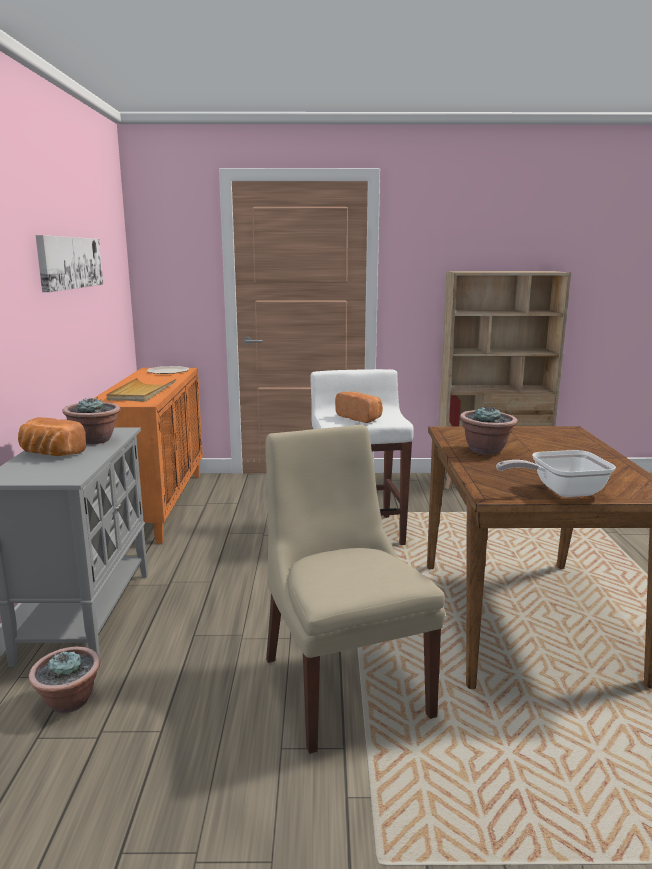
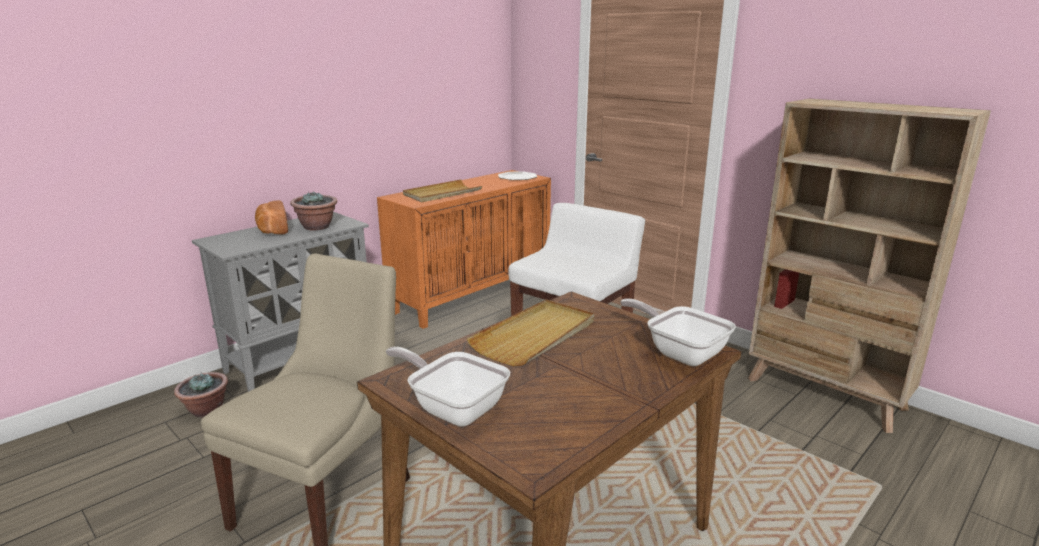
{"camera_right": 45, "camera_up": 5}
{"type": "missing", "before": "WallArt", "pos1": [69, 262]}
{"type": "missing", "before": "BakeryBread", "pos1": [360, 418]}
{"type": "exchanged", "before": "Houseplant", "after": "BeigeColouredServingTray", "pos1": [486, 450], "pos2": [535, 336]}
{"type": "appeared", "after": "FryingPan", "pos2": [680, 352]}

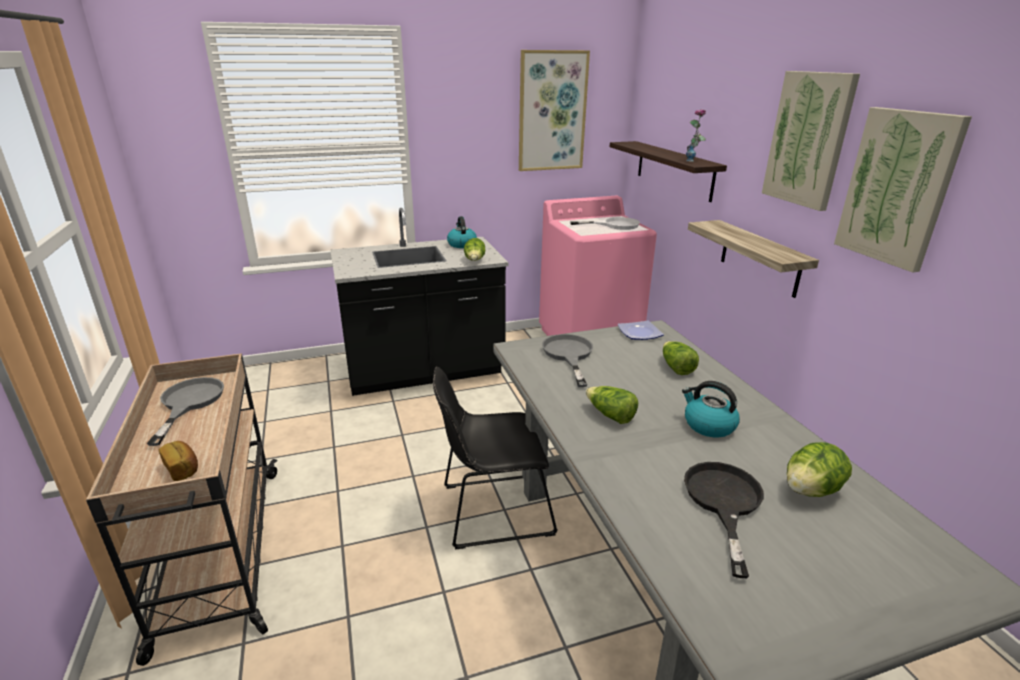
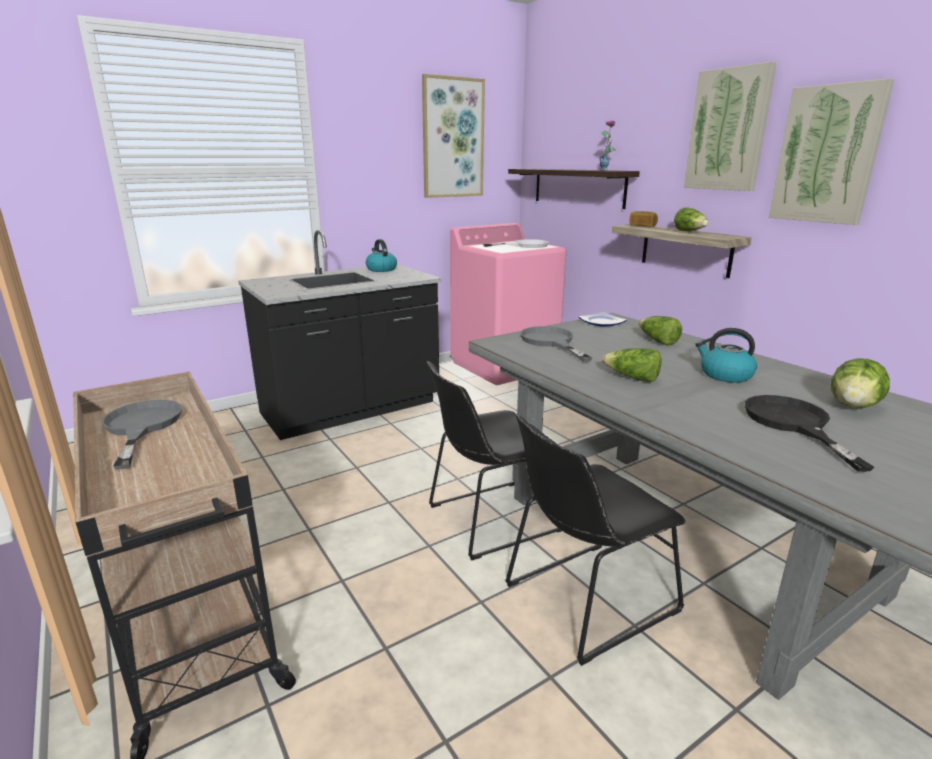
{"camera_right": -15, "camera_up": -5}
{"type": "relocated", "before": "HeadOfLettuce", "pos1": [475, 260], "pos2": [690, 232]}
{"type": "relocated", "before": "BakeryBread", "pos1": [183, 468], "pos2": [642, 226]}
{"type": "appeared", "after": "BlackishUprightChair", "pos2": [585, 600]}

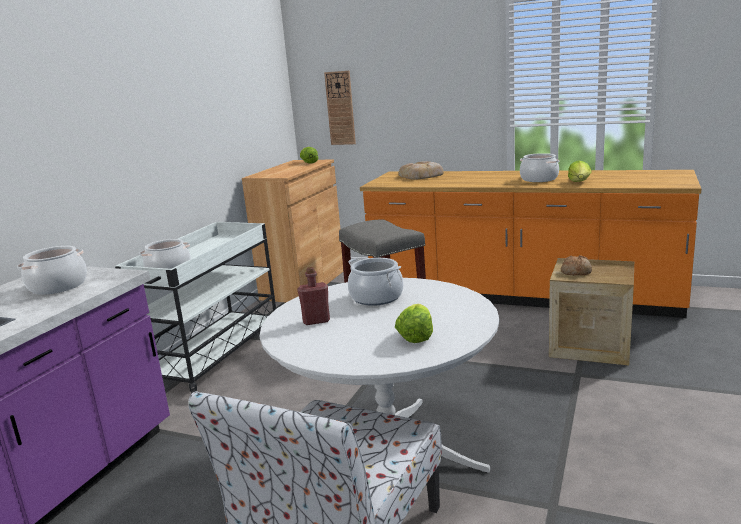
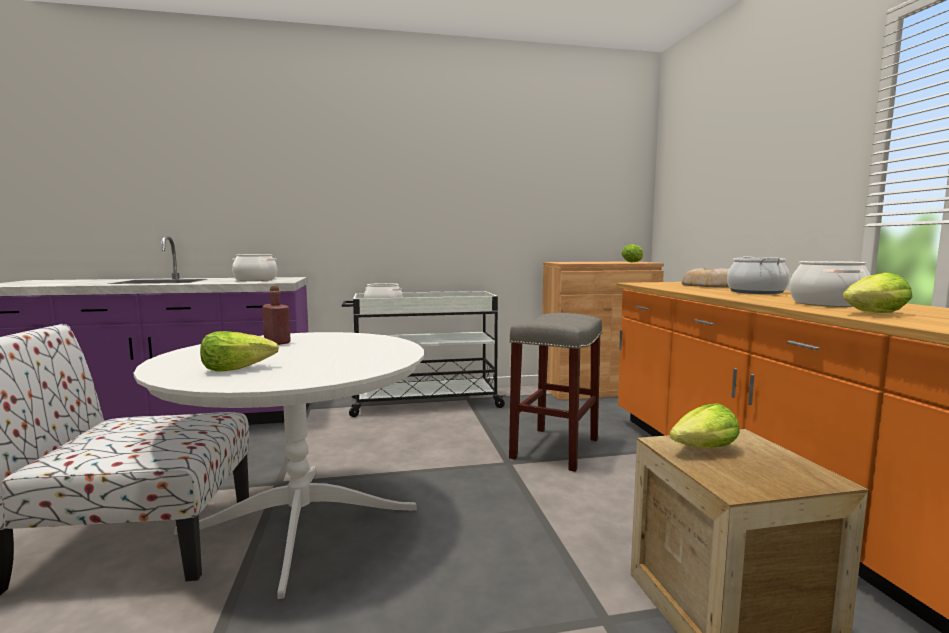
{"camera_right": 55, "camera_up": -10}
{"type": "missing", "before": "HangingClock", "pos1": [340, 108]}
{"type": "exchanged", "before": "BakeryBread", "after": "HeadOfLettuce", "pos1": [576, 272], "pos2": [704, 449]}
{"type": "relocated", "before": "Saucepot", "pos1": [376, 297], "pos2": [756, 292]}

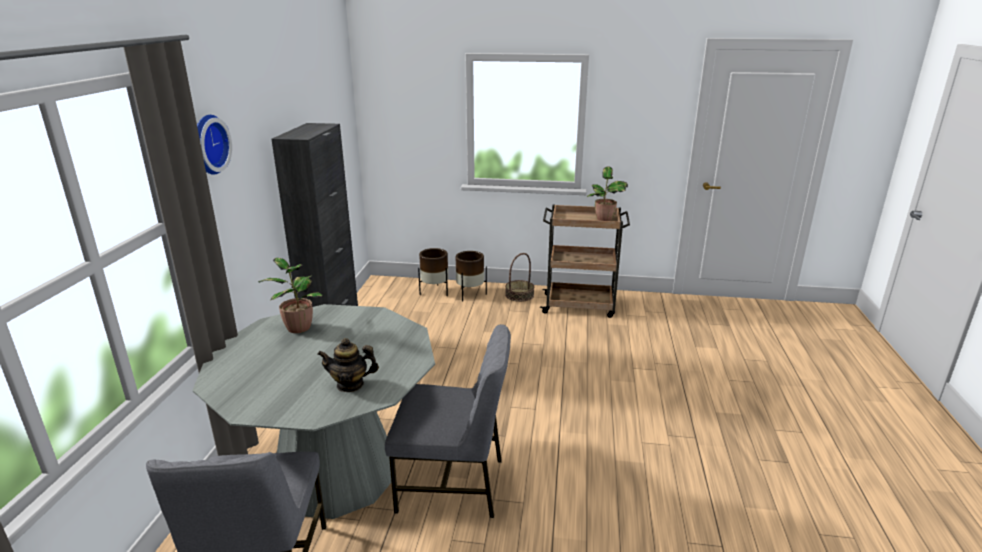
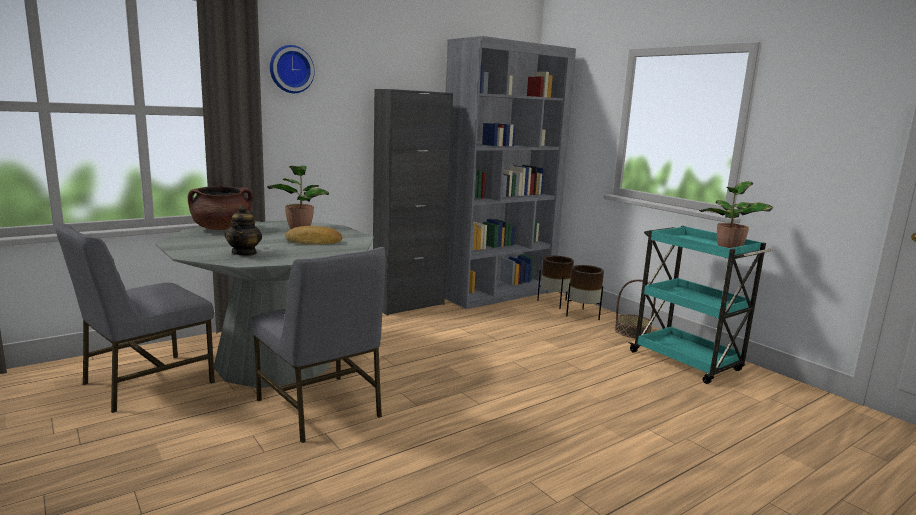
{"camera_right": 45, "camera_up": -10}
{"type": "colour", "before": "BrownColouredWheeledCart", "after": "BlueGreenWheeledCart", "pos1": [580, 305], "pos2": [687, 362]}
{"type": "spun", "before": "Teapot", "pos1": [350, 384], "pos2": [244, 253], "turn": -135}
{"type": "appeared", "after": "GrayShelvingUnit", "pos2": [497, 293]}
{"type": "appeared", "after": "BrownColouredSaucepot", "pos2": [222, 229]}
{"type": "appeared", "after": "BakeryBread", "pos2": [314, 242]}

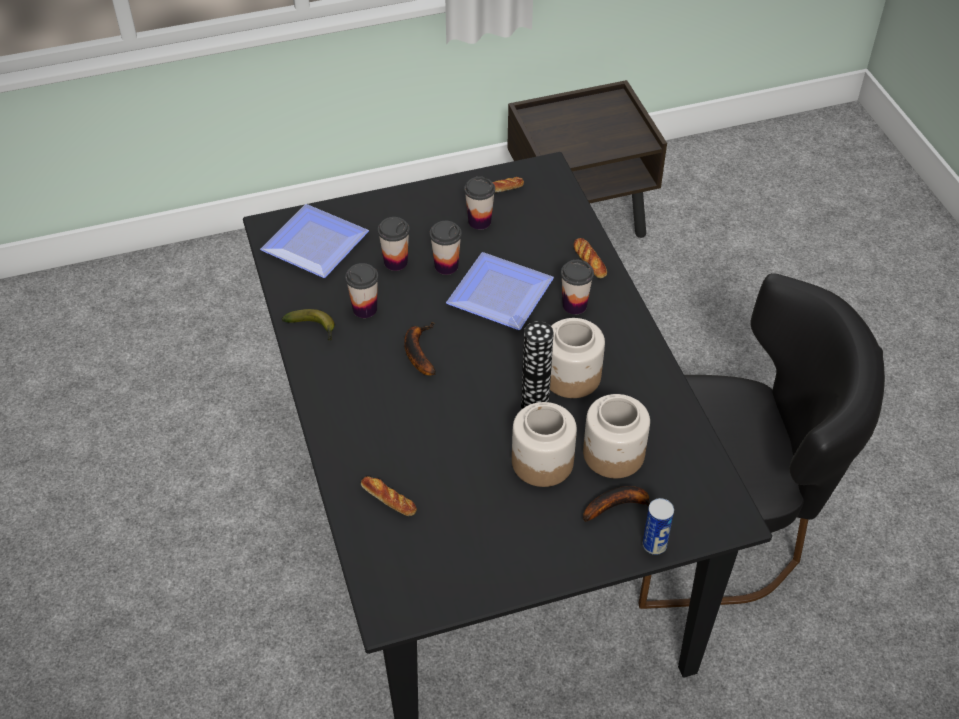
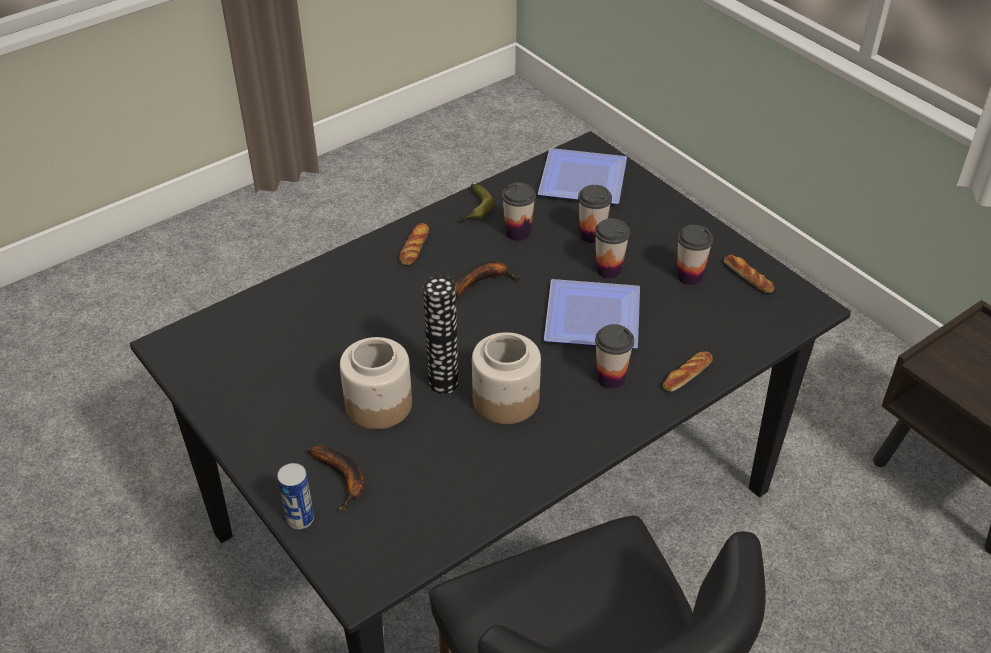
{"camera_right": 70, "camera_up": -5}
{"type": "missing", "before": "StorageJar", "pos1": [613, 454]}
{"type": "relocated", "before": "BakeryBread", "pos1": [388, 499], "pos2": [414, 247]}

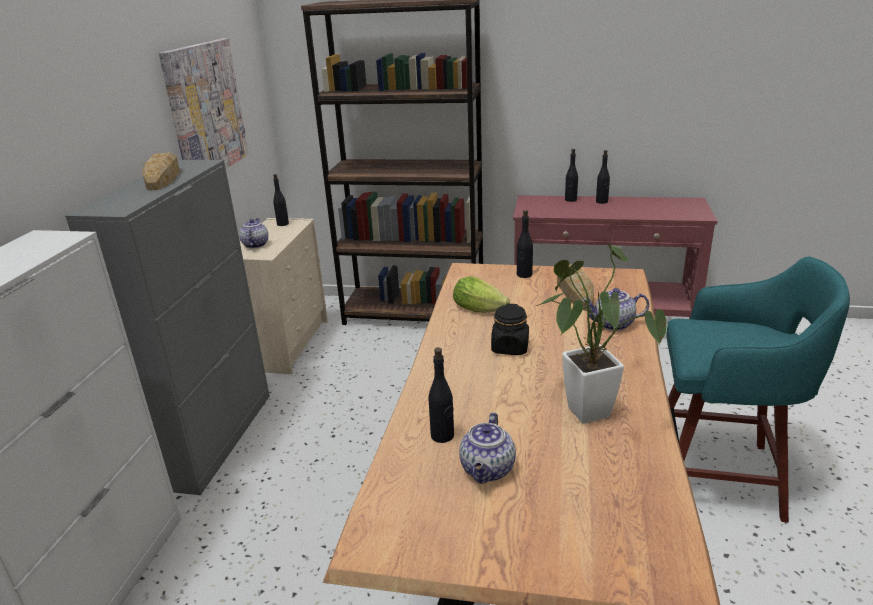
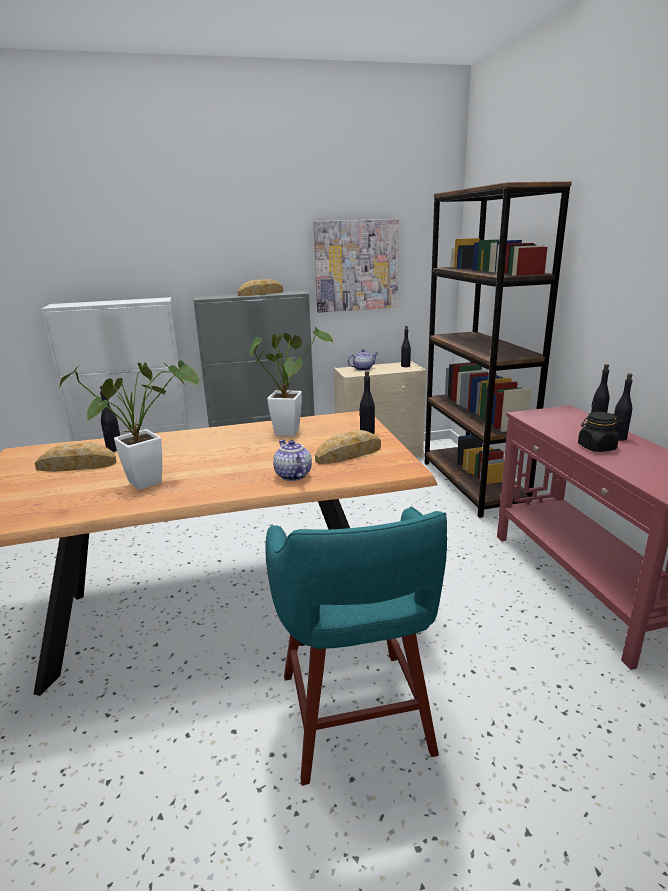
{"camera_right": 65, "camera_up": -5}
{"type": "exchanged", "before": "HeadOfLettuce", "after": "Houseplant", "pos1": [482, 310], "pos2": [289, 431]}
{"type": "relocated", "before": "BlackishStorageJar", "pos1": [510, 347], "pos2": [596, 447]}
{"type": "exchanged", "before": "Teapot", "after": "BakeryBread", "pos1": [488, 470], "pos2": [77, 465]}

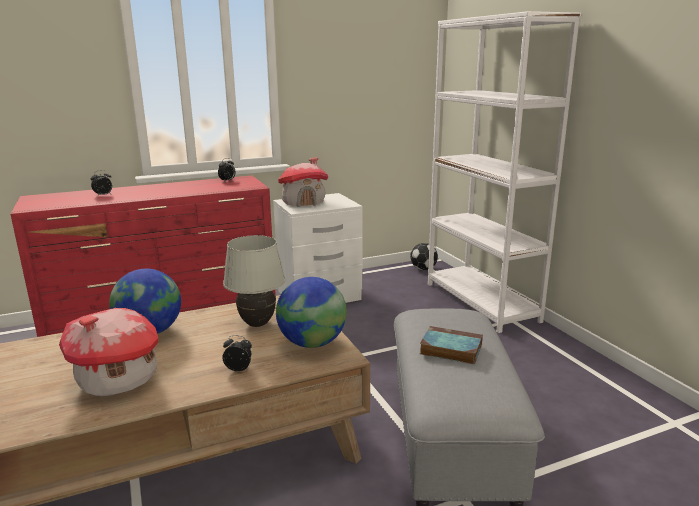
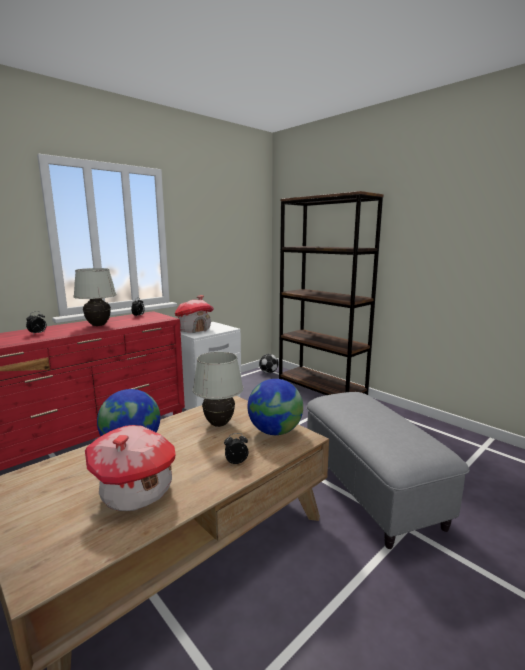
{"camera_right": -20, "camera_up": -5}
{"type": "colour", "before": "WhiteColouredShelvingUnit", "after": "BrownColouredShelvingUnit", "pos1": [481, 302], "pos2": [321, 389]}
{"type": "missing", "before": "Volume", "pos1": [449, 349]}
{"type": "appeared", "after": "WhiteColouredTabletopLamp", "pos2": [98, 325]}

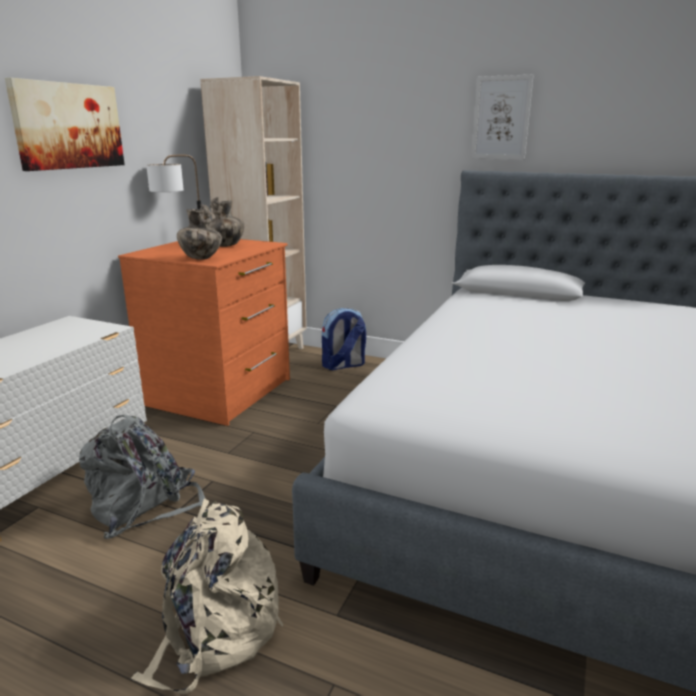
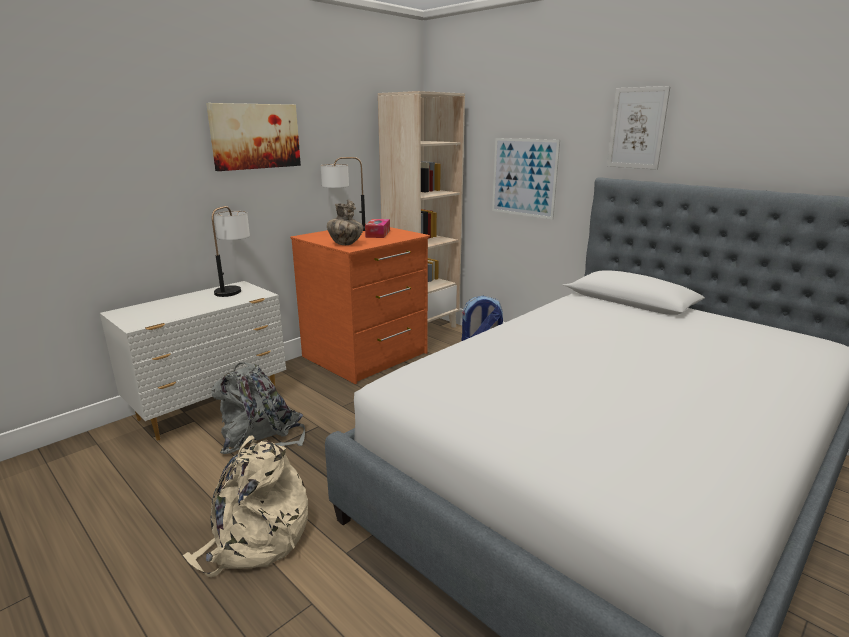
{"camera_right": 20, "camera_up": 0}
{"type": "exchanged", "before": "DecorativeVase", "after": "BoxOfTissues", "pos1": [226, 245], "pos2": [378, 234]}
{"type": "appeared", "after": "WallArt", "pos2": [524, 177]}
{"type": "appeared", "after": "TabletopLamp", "pos2": [235, 288]}

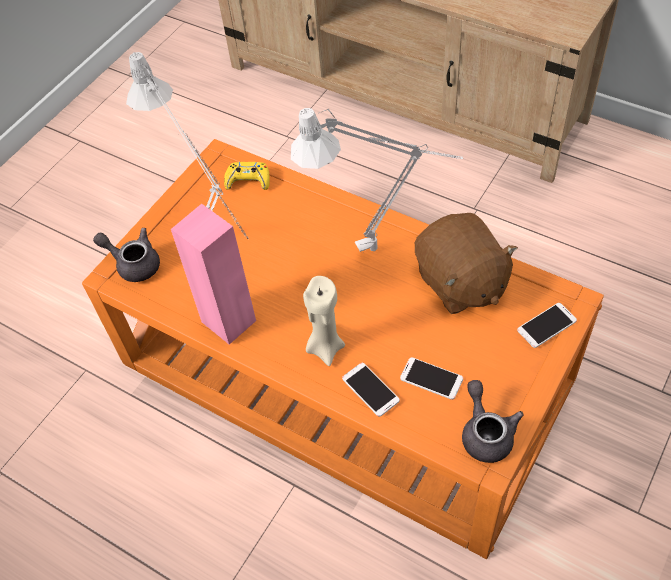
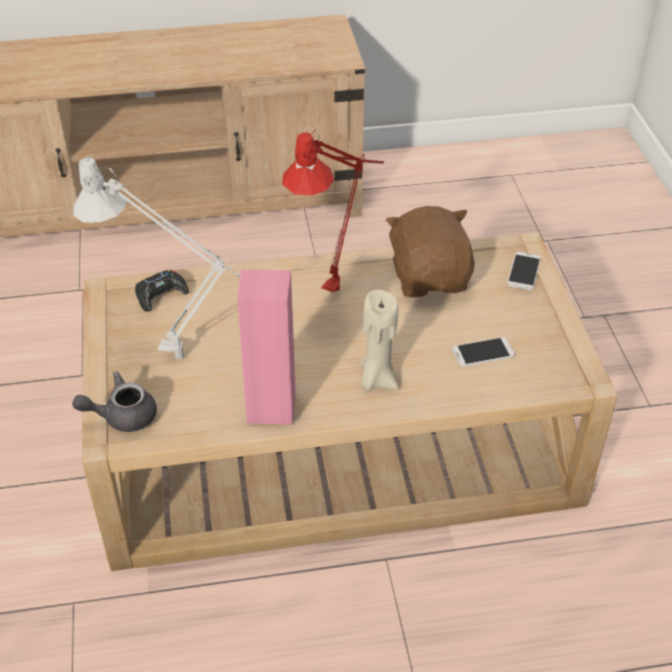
{"camera_right": -45, "camera_up": -10}
{"type": "colour", "before": "GrayTabletopLamp", "after": "RedColouredTabletopLamp", "pos1": [383, 247], "pos2": [341, 284]}
{"type": "colour", "before": "OrangeColouredLoungeTable", "after": "BeigeColouredLoungeTable", "pos1": [342, 373], "pos2": [336, 448]}
{"type": "colour", "before": "YellowishGamepad", "after": "BlackishGamepad", "pos1": [248, 180], "pos2": [160, 295]}
{"type": "spun", "before": "BrownColouredPlushToy", "pos1": [460, 283], "pos2": [430, 278], "turn": -120}
{"type": "missing", "before": "Handset", "pos1": [370, 389]}
{"type": "missing", "before": "GrayTeapot", "pos1": [486, 433]}

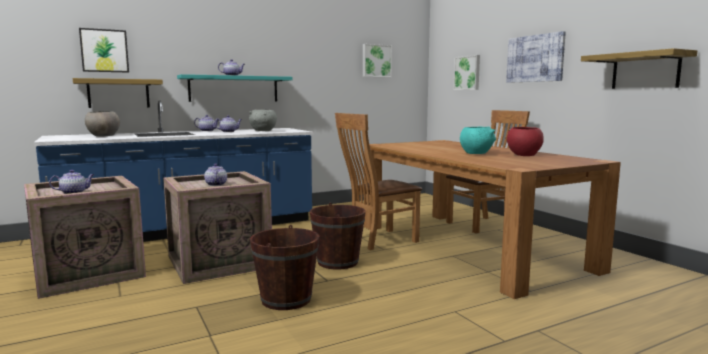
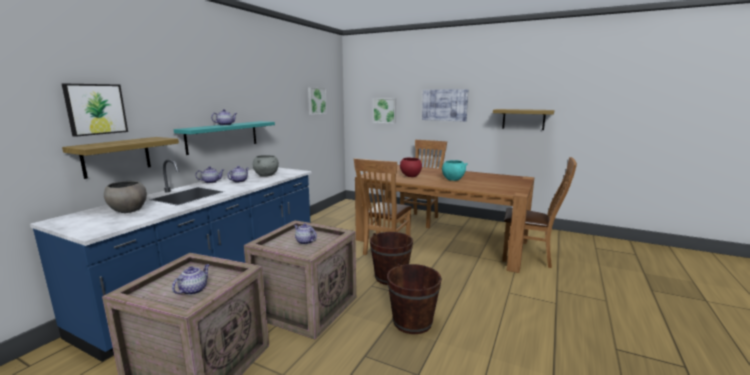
{"camera_right": -35, "camera_up": 5}
{"type": "relocated", "before": "RedColouredDeepDish", "pos1": [523, 155], "pos2": [410, 176]}
{"type": "appeared", "after": "BrownColouredUprightChair", "pos2": [530, 257]}

